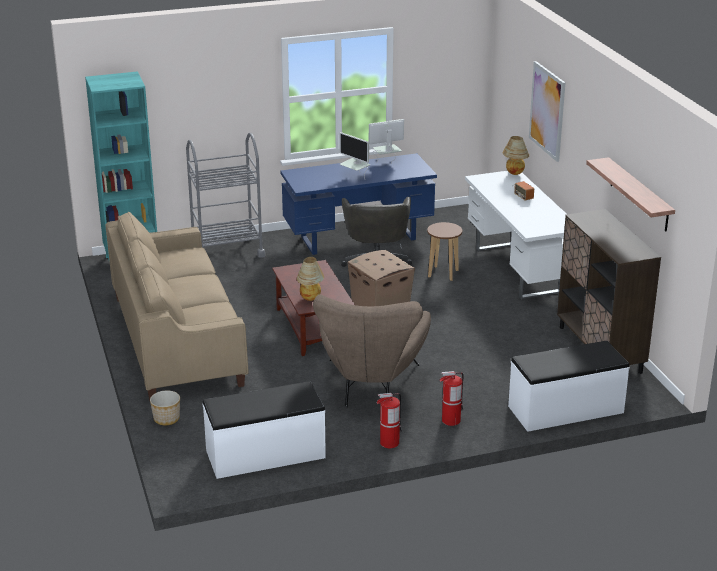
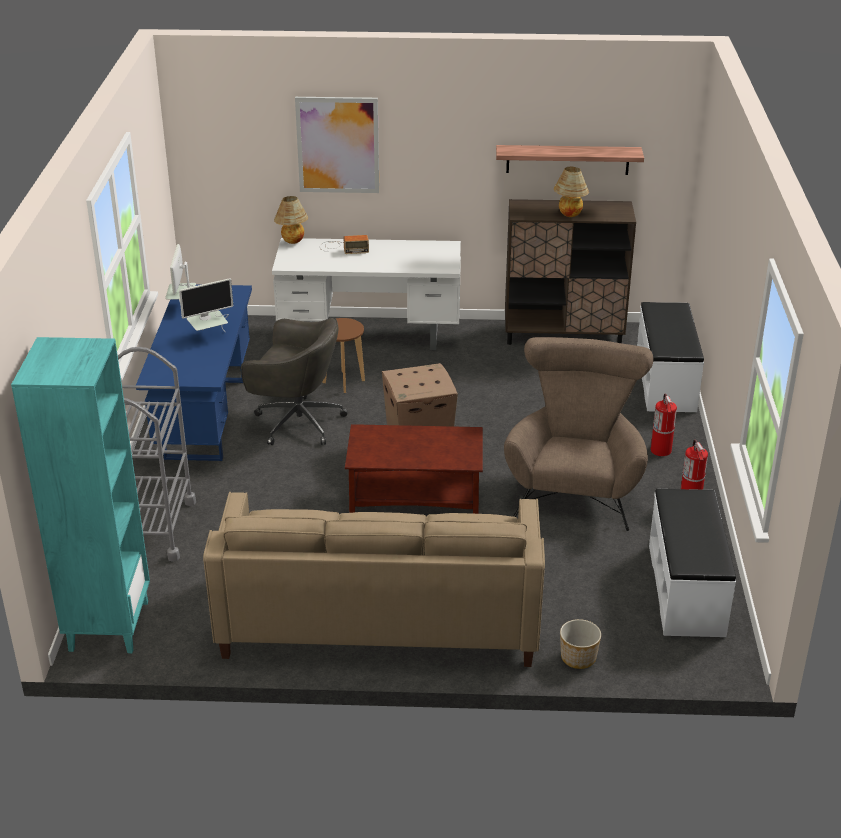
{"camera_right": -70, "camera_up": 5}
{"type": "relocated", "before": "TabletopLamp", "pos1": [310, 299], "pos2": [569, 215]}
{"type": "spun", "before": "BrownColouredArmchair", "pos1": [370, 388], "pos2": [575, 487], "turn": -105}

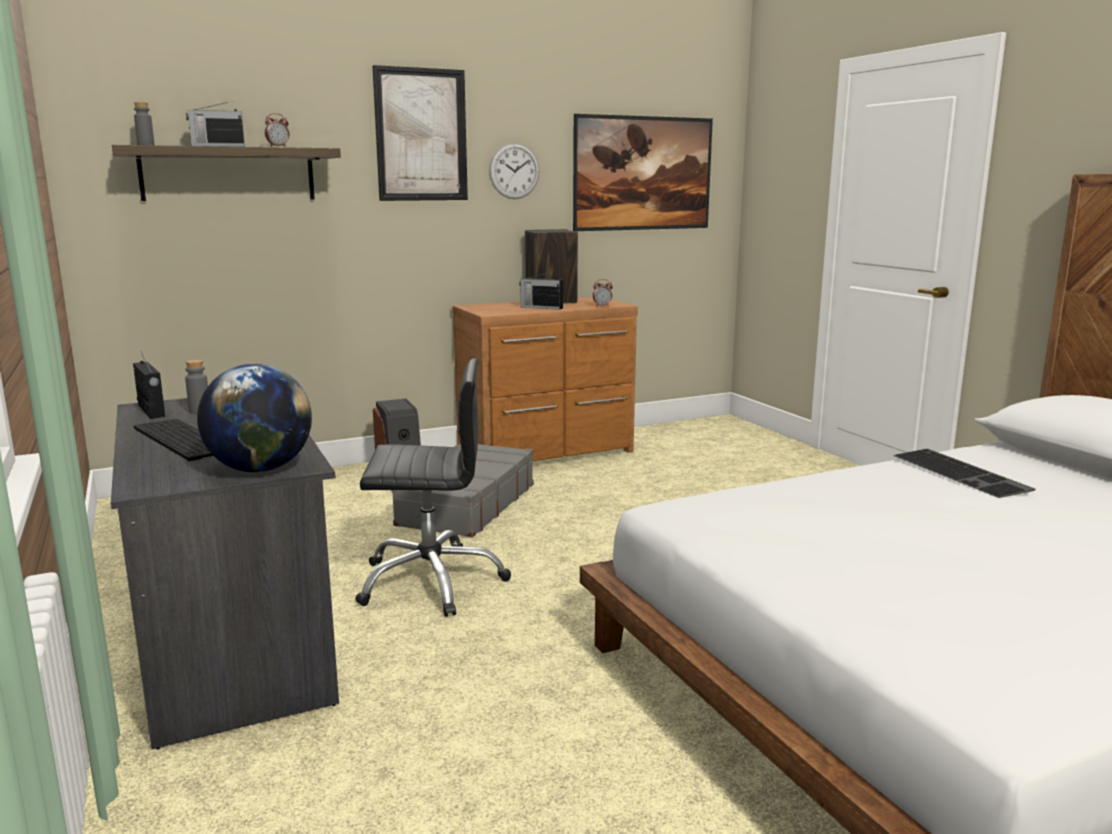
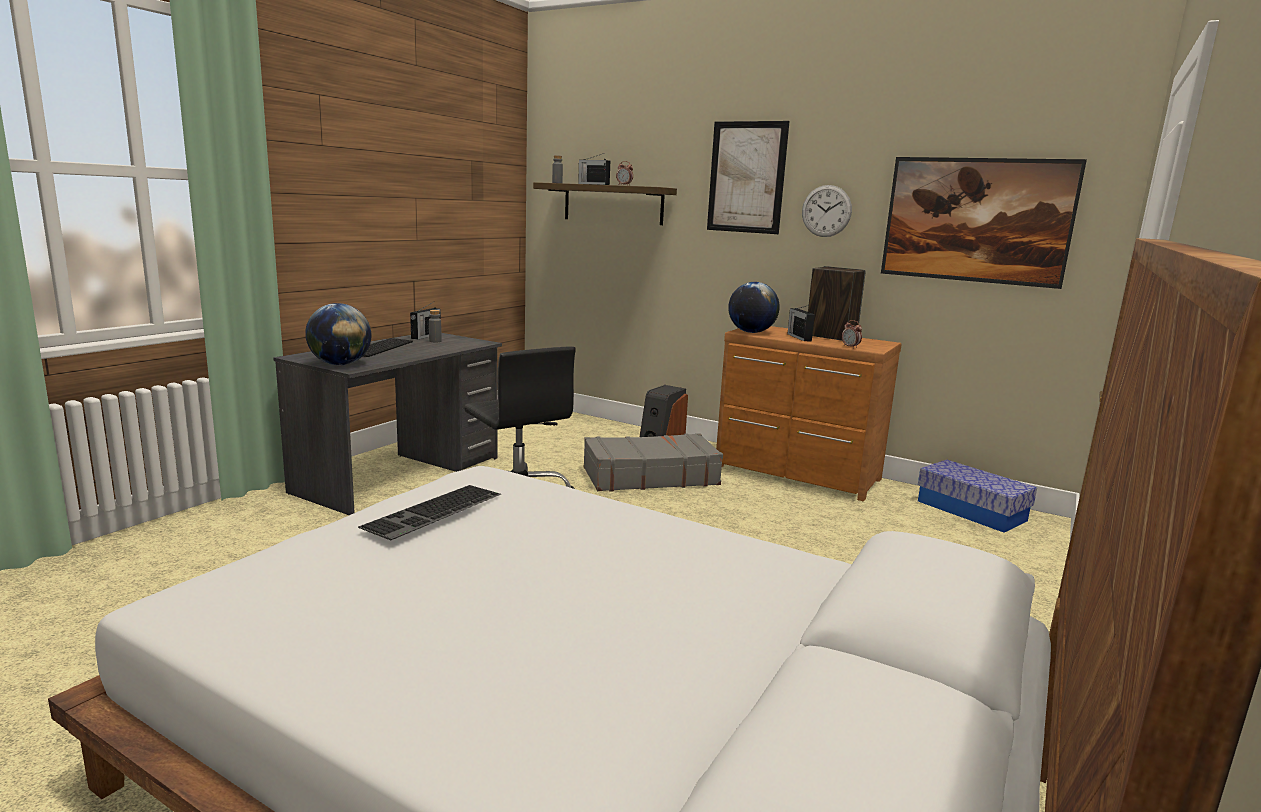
{"camera_right": 55, "camera_up": 0}
{"type": "relocated", "before": "Keyboard", "pos1": [963, 472], "pos2": [434, 512]}
{"type": "appeared", "after": "DeskGlobe", "pos2": [751, 332]}
{"type": "appeared", "after": "StorageContainer", "pos2": [971, 511]}

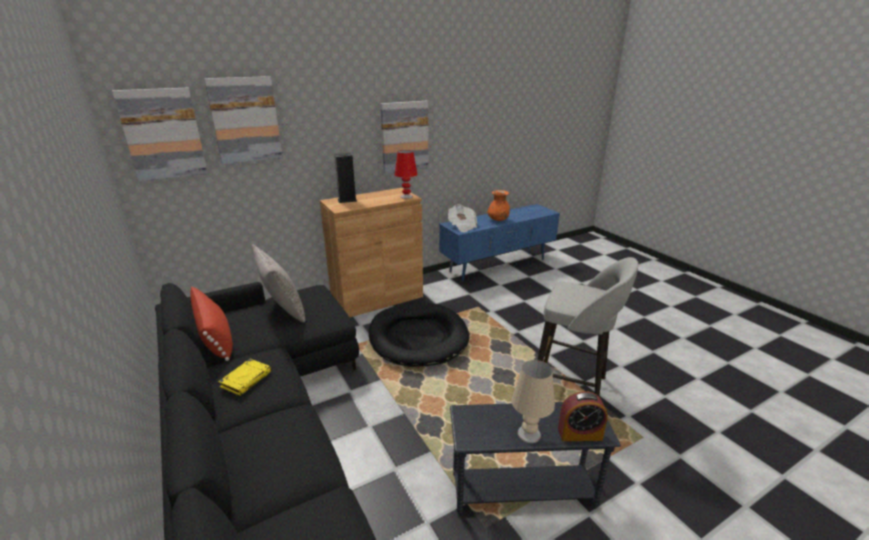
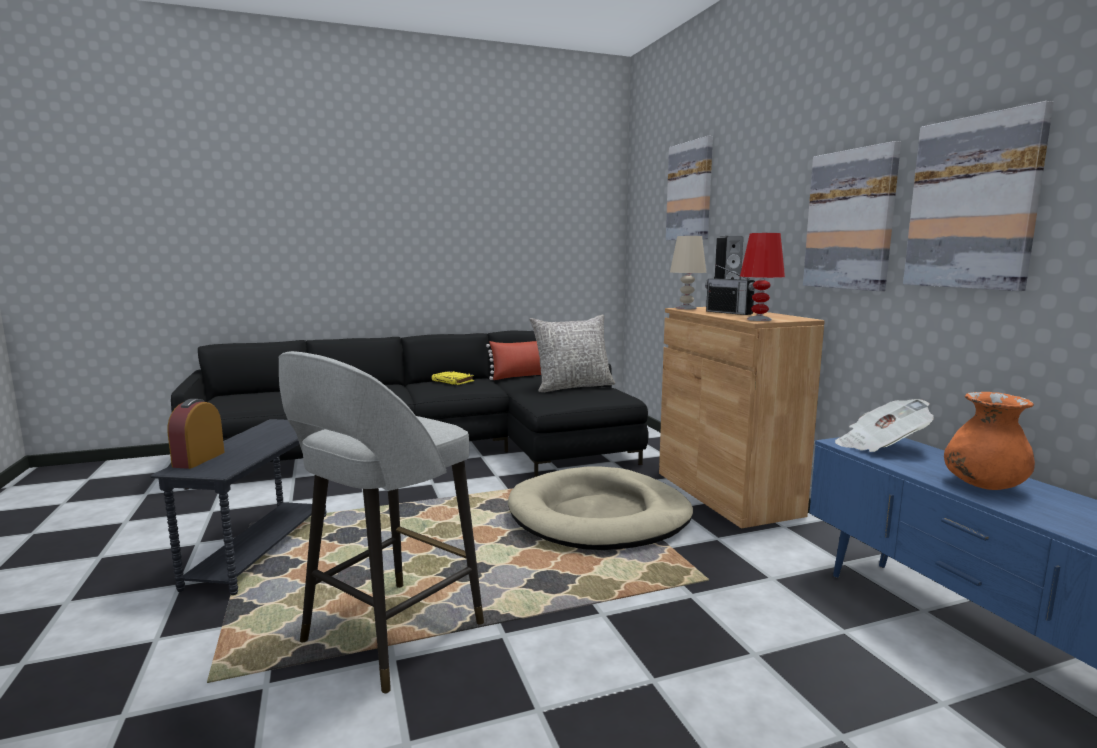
{"camera_right": 100, "camera_up": -15}
{"type": "relocated", "before": "WallArt", "pos1": [163, 134], "pos2": [973, 203]}
{"type": "colour", "before": "BlackishPetBed", "after": "BeigeColouredPetBed", "pos1": [418, 337], "pos2": [599, 516]}
{"type": "relocated", "before": "BeigeColouredTabletopLamp", "pos1": [529, 434], "pos2": [686, 308]}
{"type": "appeared", "after": "RadioReceiver", "pos2": [729, 313]}

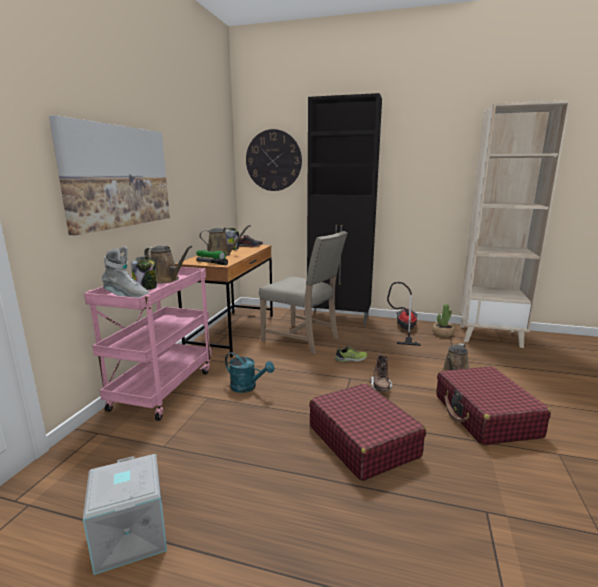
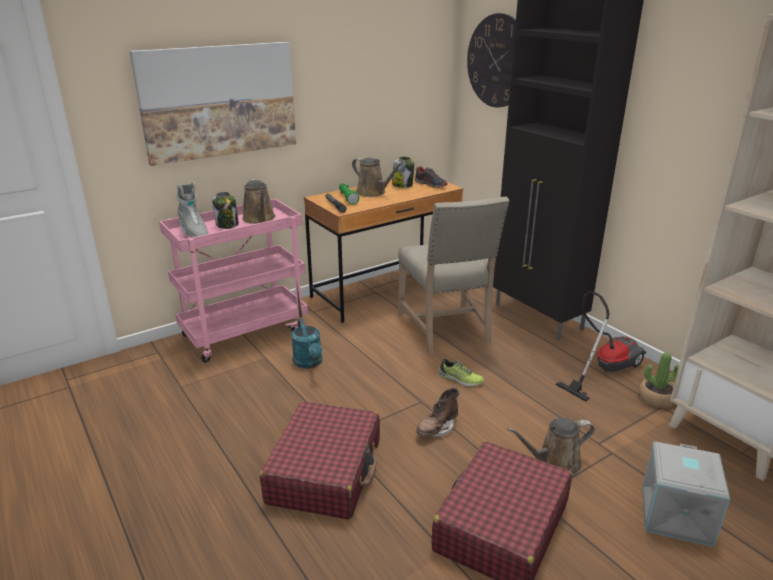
{"camera_right": 40, "camera_up": 10}
{"type": "relocated", "before": "GrayStorageContainer", "pos1": [129, 535], "pos2": [674, 514]}

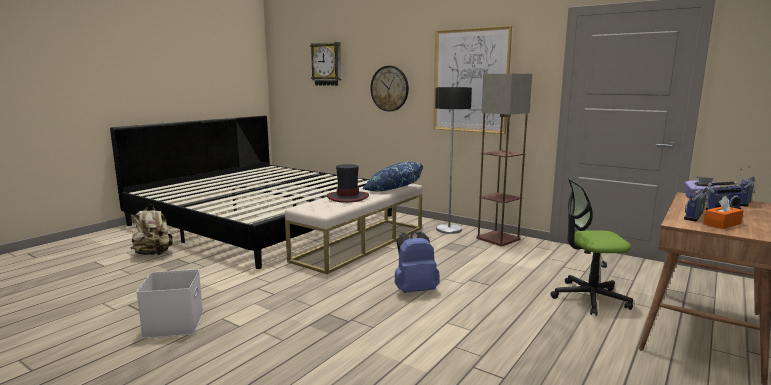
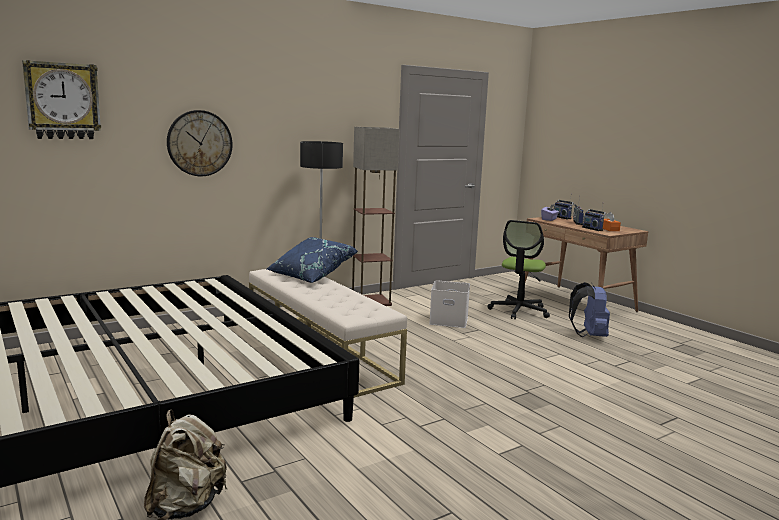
{"camera_right": -70, "camera_up": 0}
{"type": "missing", "before": "WallArt", "pos1": [470, 81]}
{"type": "missing", "before": "WearableHat", "pos1": [348, 197]}
{"type": "relocated", "before": "BlueKnapsack", "pos1": [415, 290], "pos2": [589, 335]}
{"type": "relocated", "before": "WhiteColouredStorageContainer", "pos1": [173, 324], "pos2": [448, 320]}

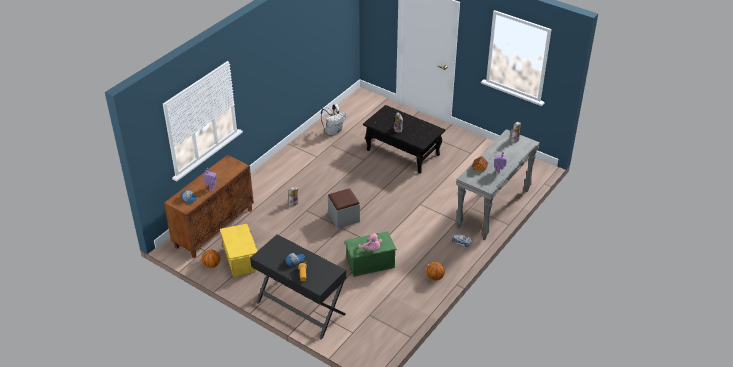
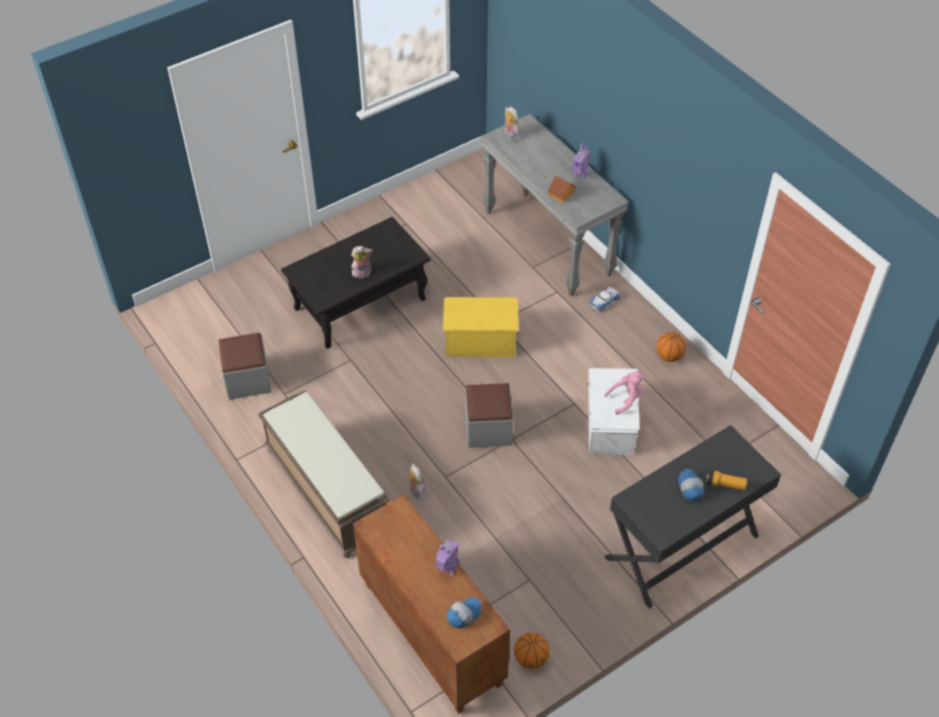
{"camera_right": -70, "camera_up": 10}
{"type": "exchanged", "before": "WhiteColouredKnapsack", "after": "GrayPouffe", "pos1": [333, 131], "pos2": [247, 380]}
{"type": "relocated", "before": "YellowishStorageContainer", "pos1": [241, 259], "pos2": [479, 340]}
{"type": "colour", "before": "GreenishStorageContainer", "after": "WhiteColouredStorageContainer", "pos1": [370, 262], "pos2": [609, 425]}
{"type": "appeared", "after": "BrownColouredIndoorBench", "pos2": [326, 490]}

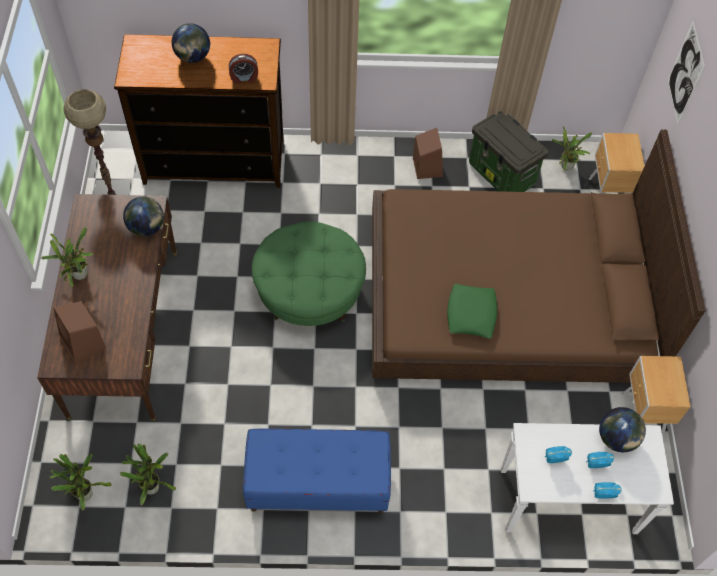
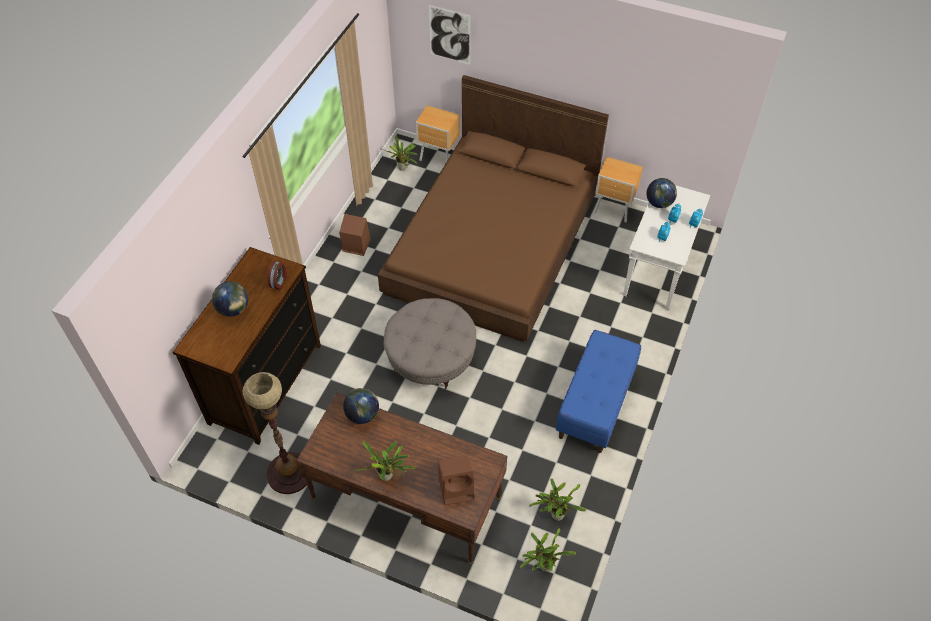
{"camera_right": -65, "camera_up": -5}
{"type": "missing", "before": "StorageContainer", "pos1": [502, 174]}
{"type": "colour", "before": "GreenishPouffe", "after": "GrayPouffe", "pos1": [309, 291], "pos2": [431, 357]}
{"type": "missing", "before": "GreenishPillow", "pos1": [471, 314]}

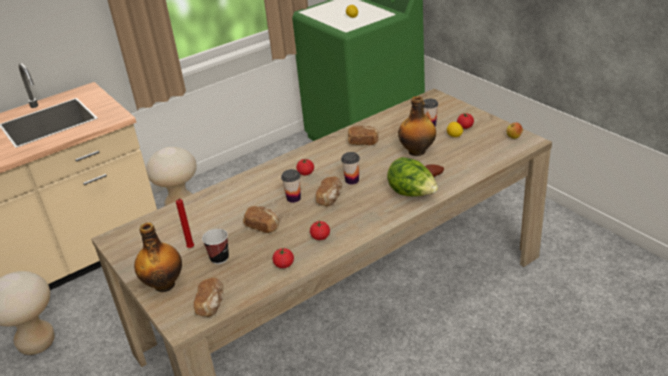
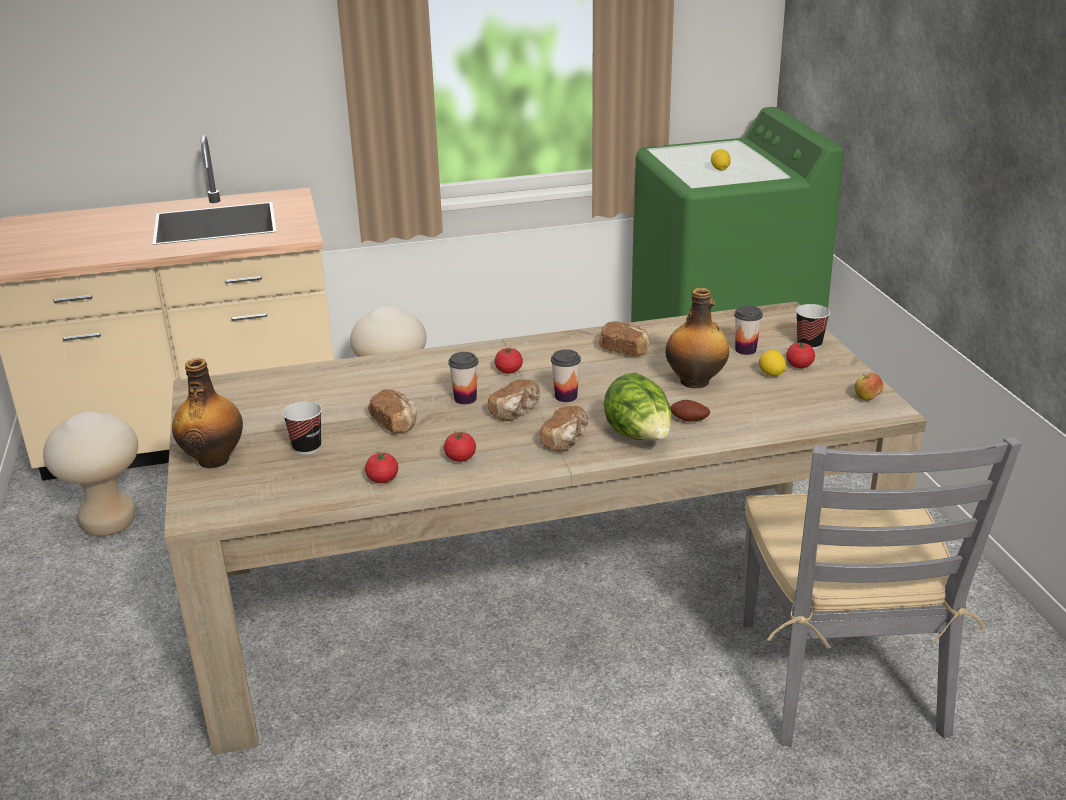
{"camera_right": 20, "camera_up": -5}
{"type": "missing", "before": "RedColouredWaxCandle", "pos1": [191, 248]}
{"type": "relocated", "before": "BakeryBread", "pos1": [212, 304], "pos2": [566, 441]}
{"type": "appeared", "after": "SmallCup", "pos2": [809, 344]}
{"type": "appeared", "after": "GrayUprightChair", "pos2": [841, 677]}

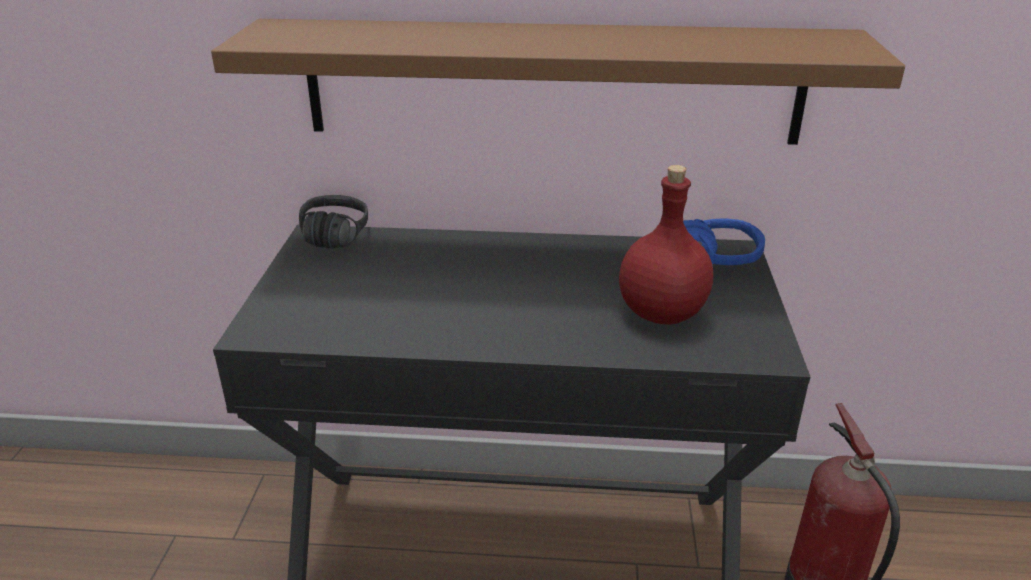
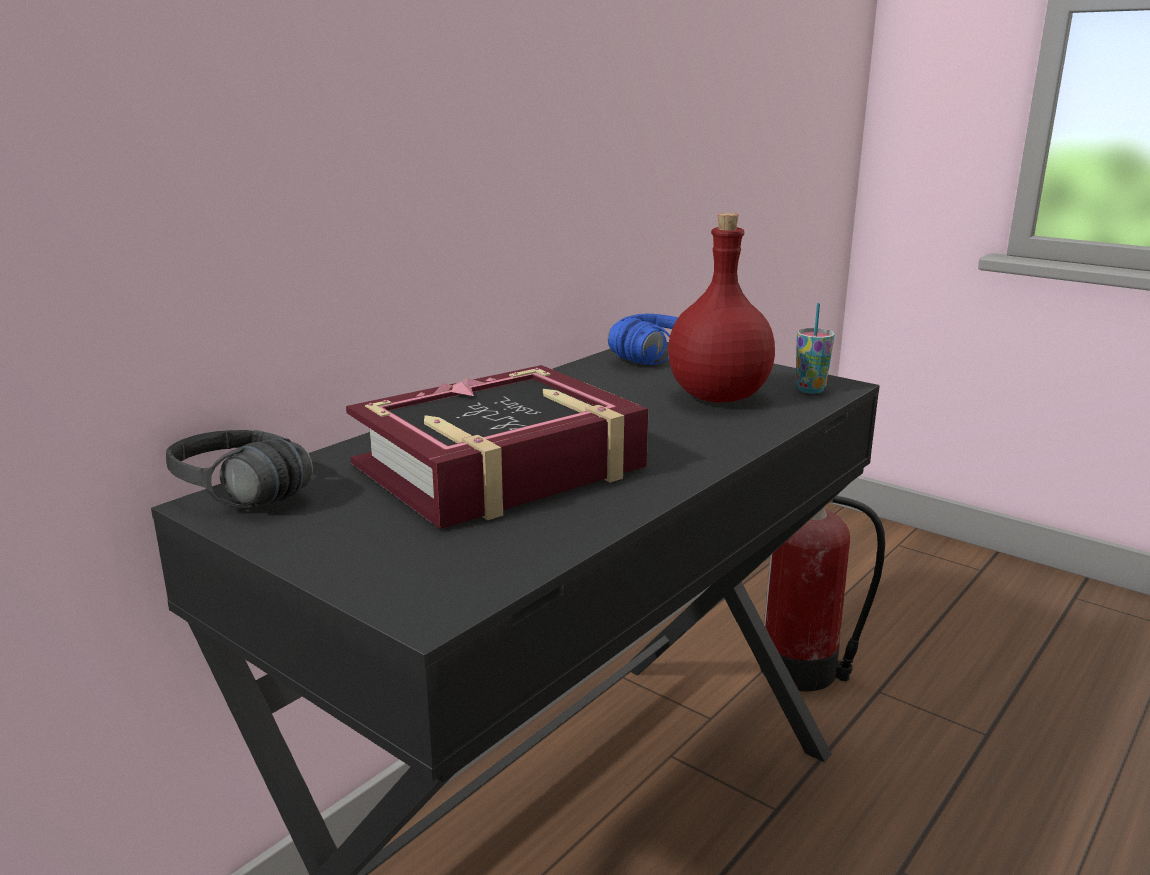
{"camera_right": -55, "camera_up": -10}
{"type": "missing", "before": "BrownColouredShelf", "pos1": [552, 82]}
{"type": "appeared", "after": "SmallCup", "pos2": [810, 389]}
{"type": "appeared", "after": "Volume", "pos2": [500, 467]}

